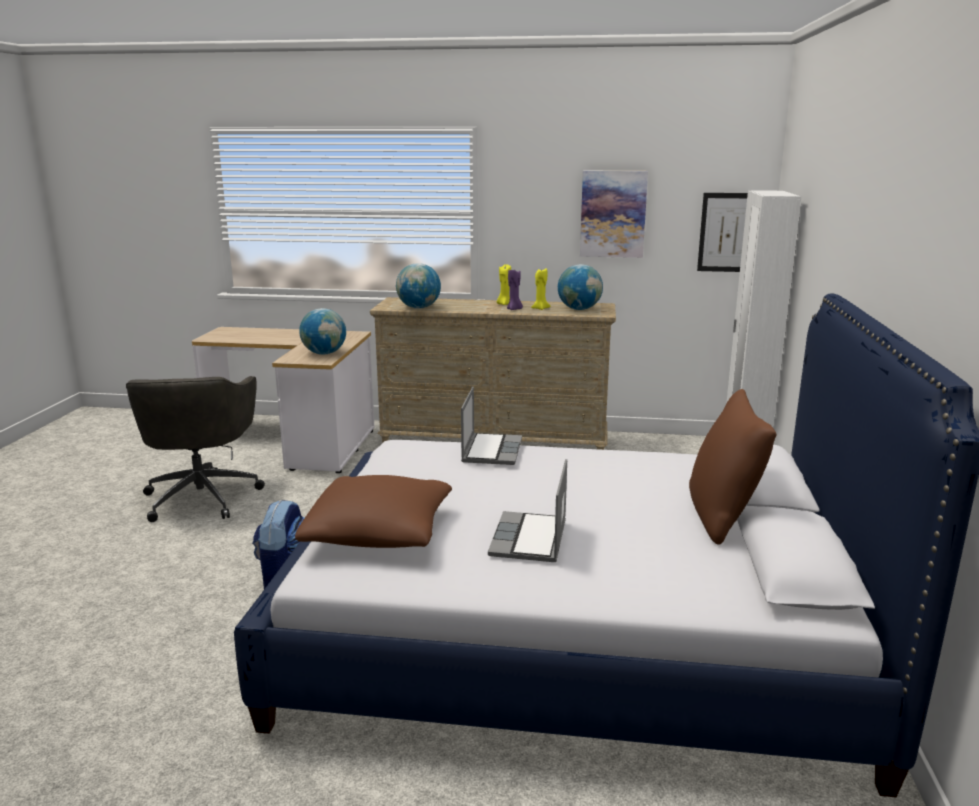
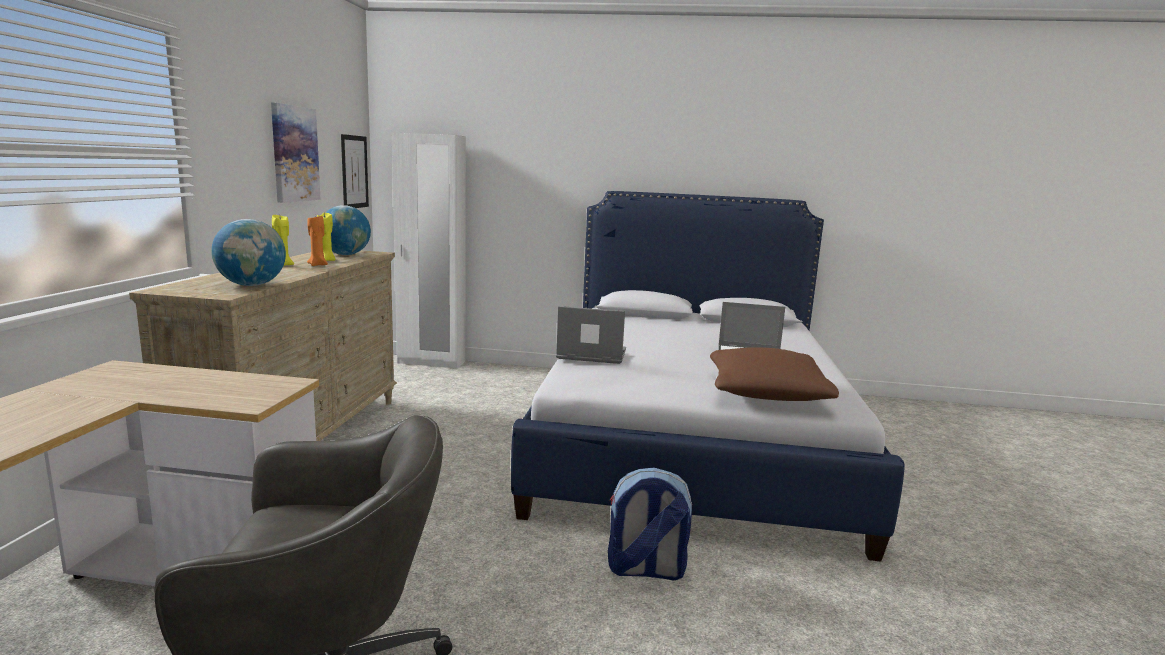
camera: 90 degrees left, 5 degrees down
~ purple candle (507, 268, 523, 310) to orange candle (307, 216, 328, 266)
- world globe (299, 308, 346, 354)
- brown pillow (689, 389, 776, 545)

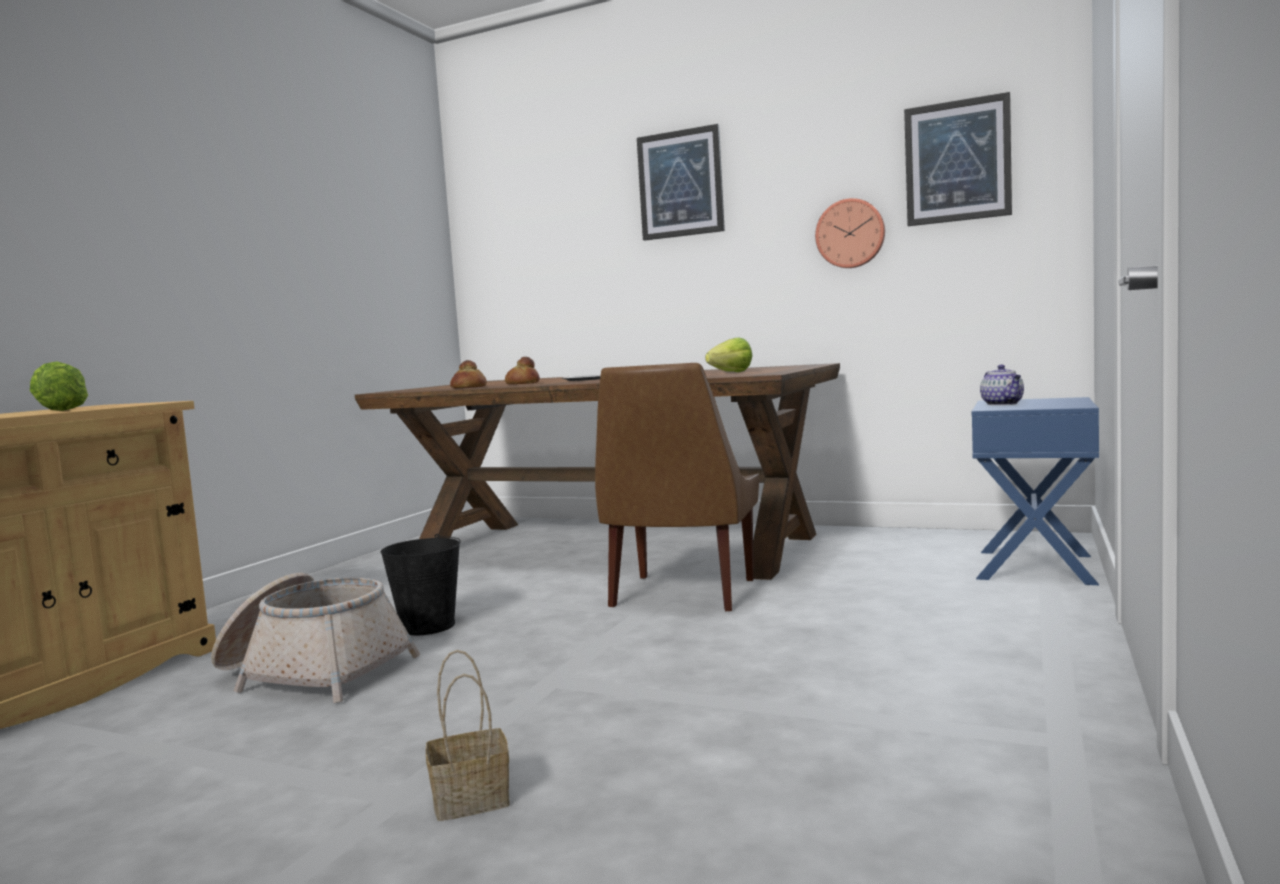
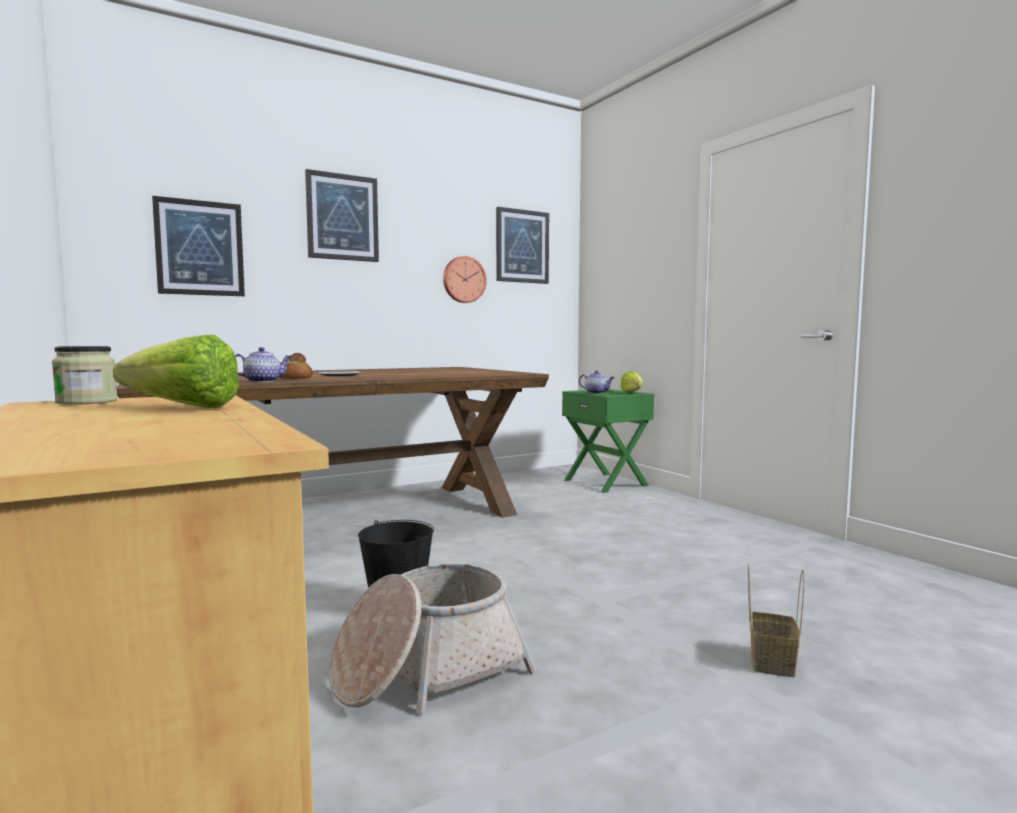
camera: 55 degrees left, 0 degrees up
~ lettuce head (705, 338, 753, 372) to (620, 371, 643, 392)
~ bakery bread (450, 360, 487, 389) to tea pot (235, 347, 292, 382)
- brown plain chair (595, 363, 759, 612)
~ blue nightstand (972, 397, 1099, 585) to green nightstand (562, 389, 654, 493)
+ wall picture (152, 196, 245, 296)
+ storage jar (52, 346, 118, 405)

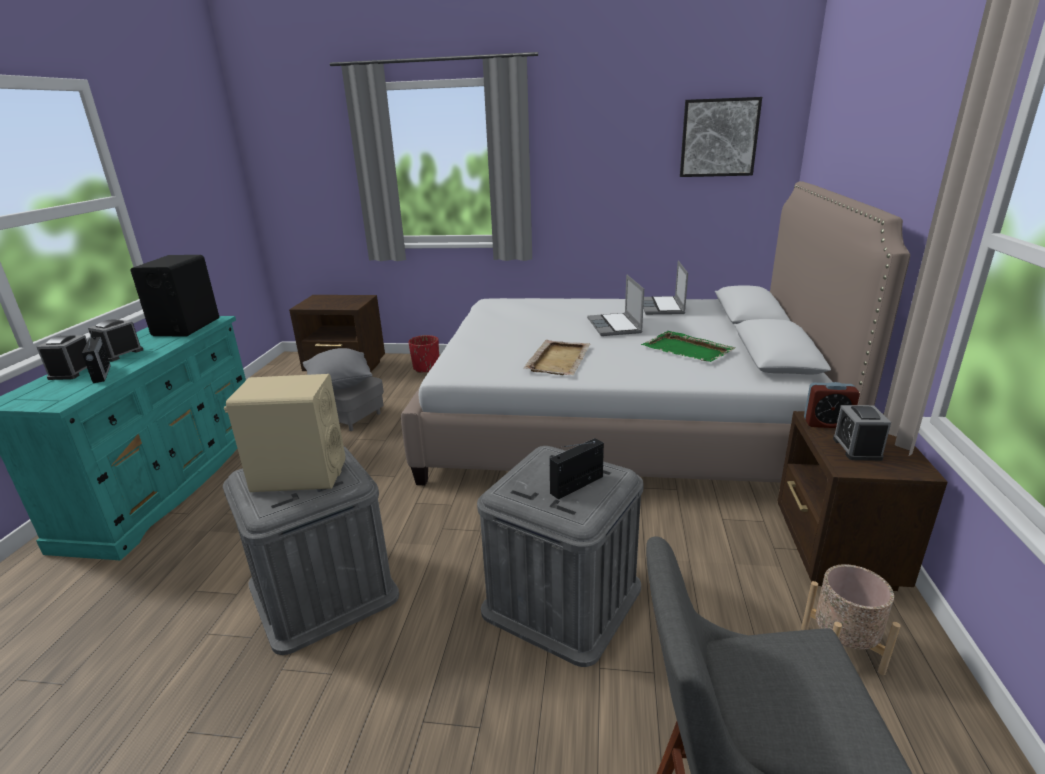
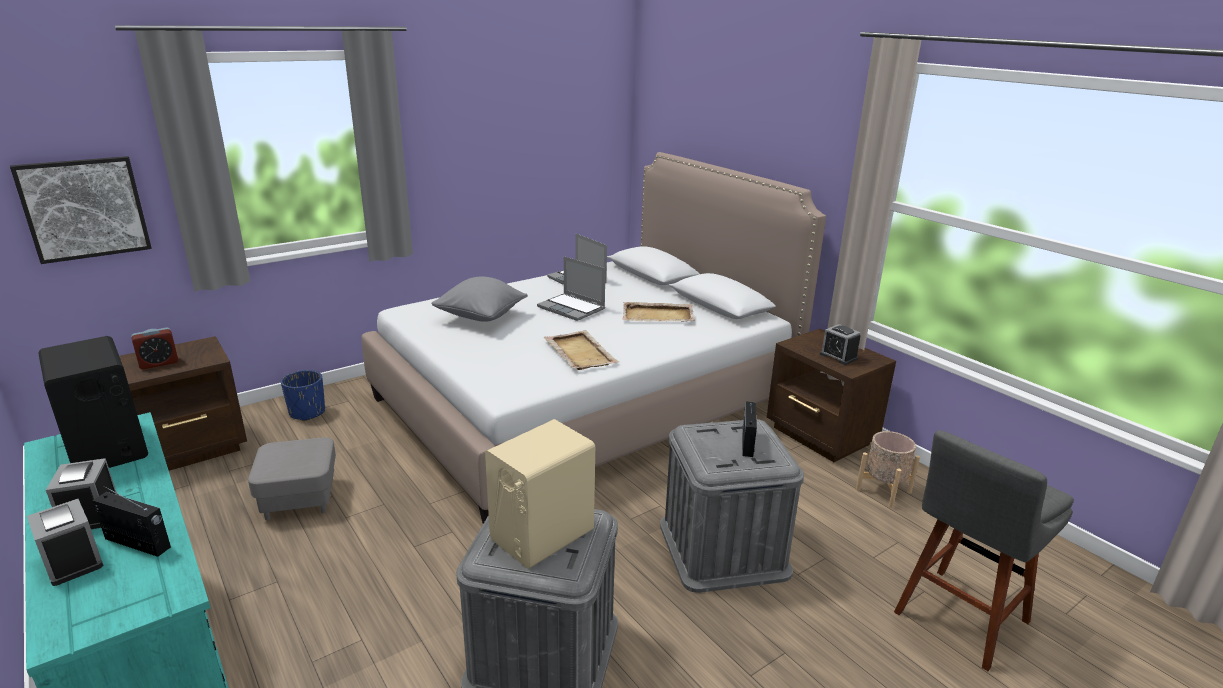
camera: 45 degrees left, 0 degrees up
~ wall picture (680, 97, 762, 177) to (10, 156, 152, 264)
~ green carrying tray (641, 331, 736, 362) to beige-coloured carrying tray (622, 302, 695, 322)
~ red plant pot (409, 335, 439, 373) to blue plant pot (281, 370, 325, 421)
~ greyish pillow (303, 348, 373, 390) to (431, 277, 528, 322)
~ bedside clock (804, 382, 860, 428) to (131, 328, 178, 369)

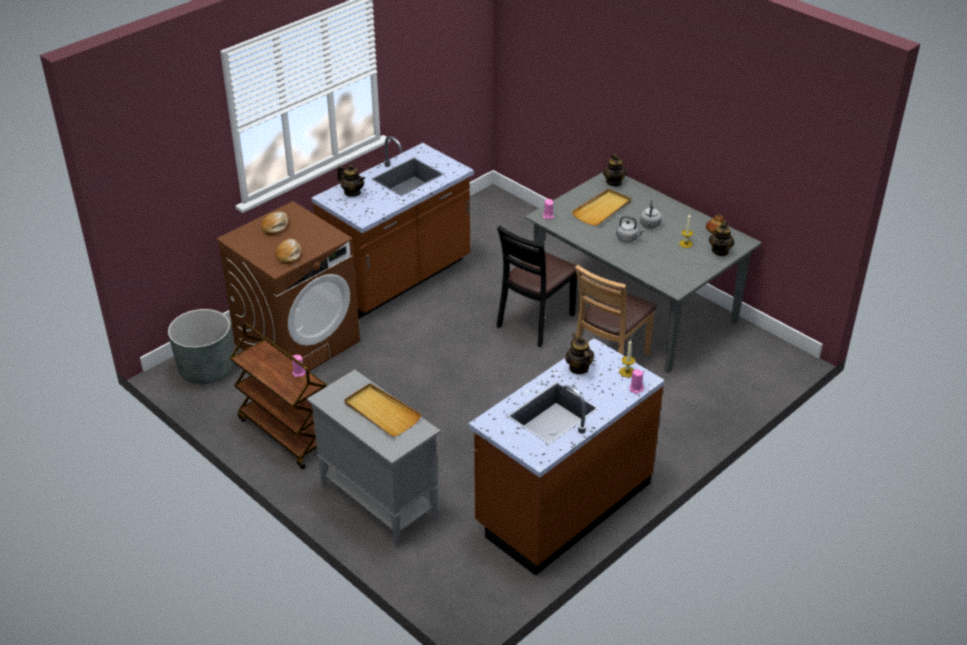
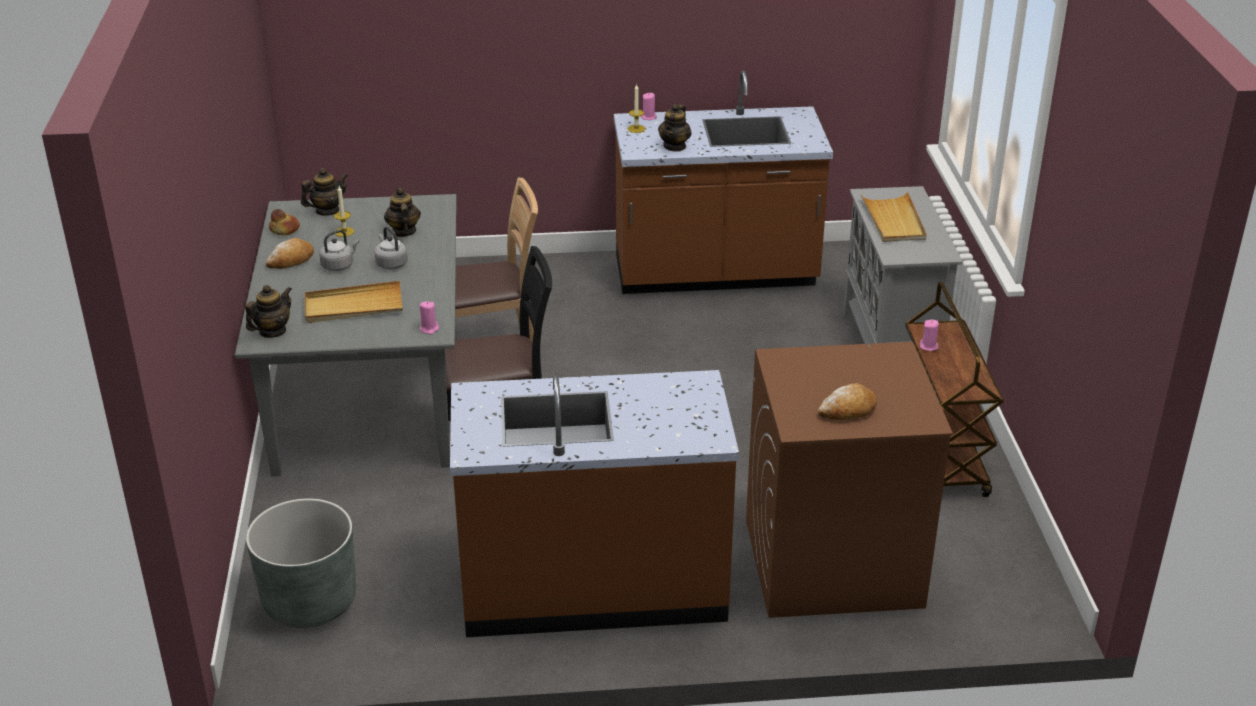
camera: 140 degrees left, 5 degrees down
~ tea pot (337, 164, 365, 197) to (384, 188, 421, 237)
~ bakery bread (275, 239, 301, 264) to (266, 238, 314, 269)
~ greyish plant pot (168, 309, 233, 384) to (246, 498, 356, 628)

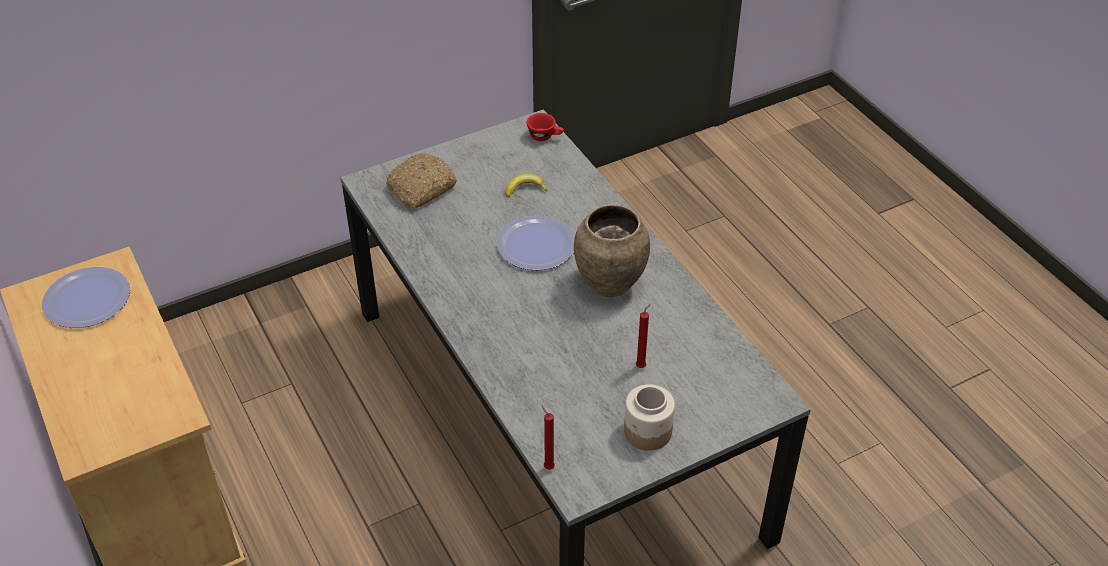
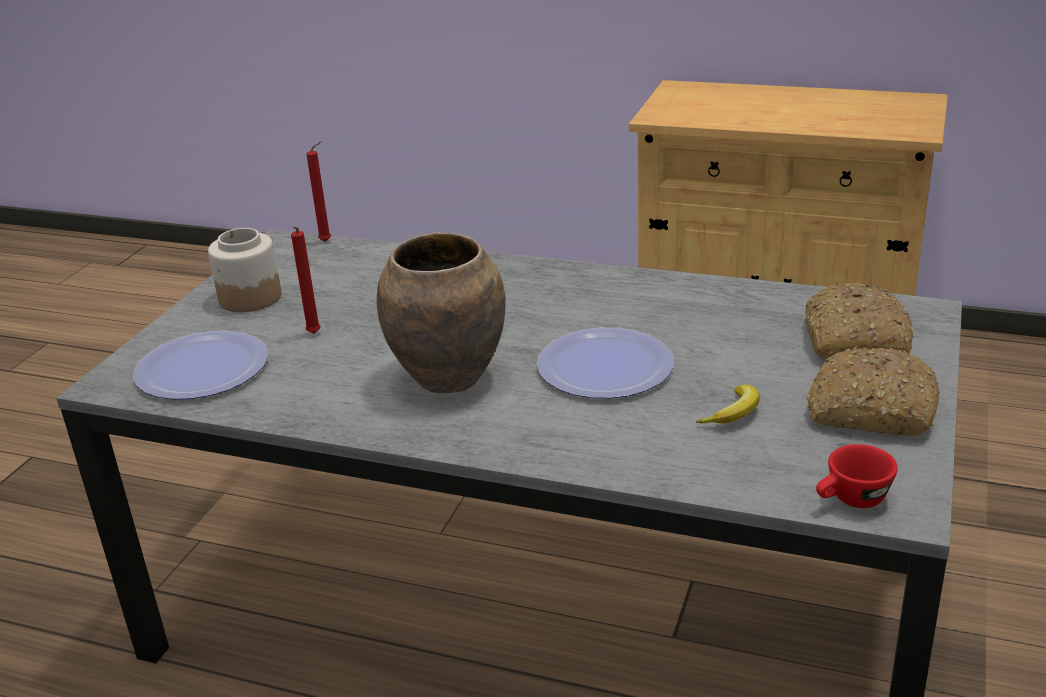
camera: 140 degrees right, 15 degrees down
~ flat dish (42, 267, 130, 328) to (133, 330, 268, 399)
+ bakery bread (806, 347, 940, 437)

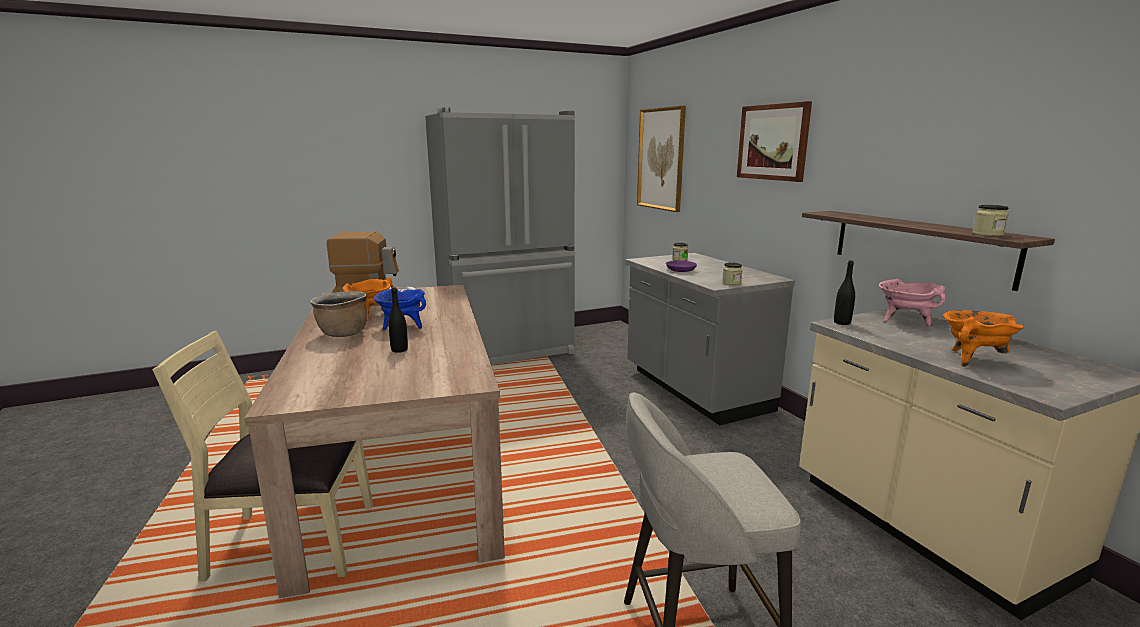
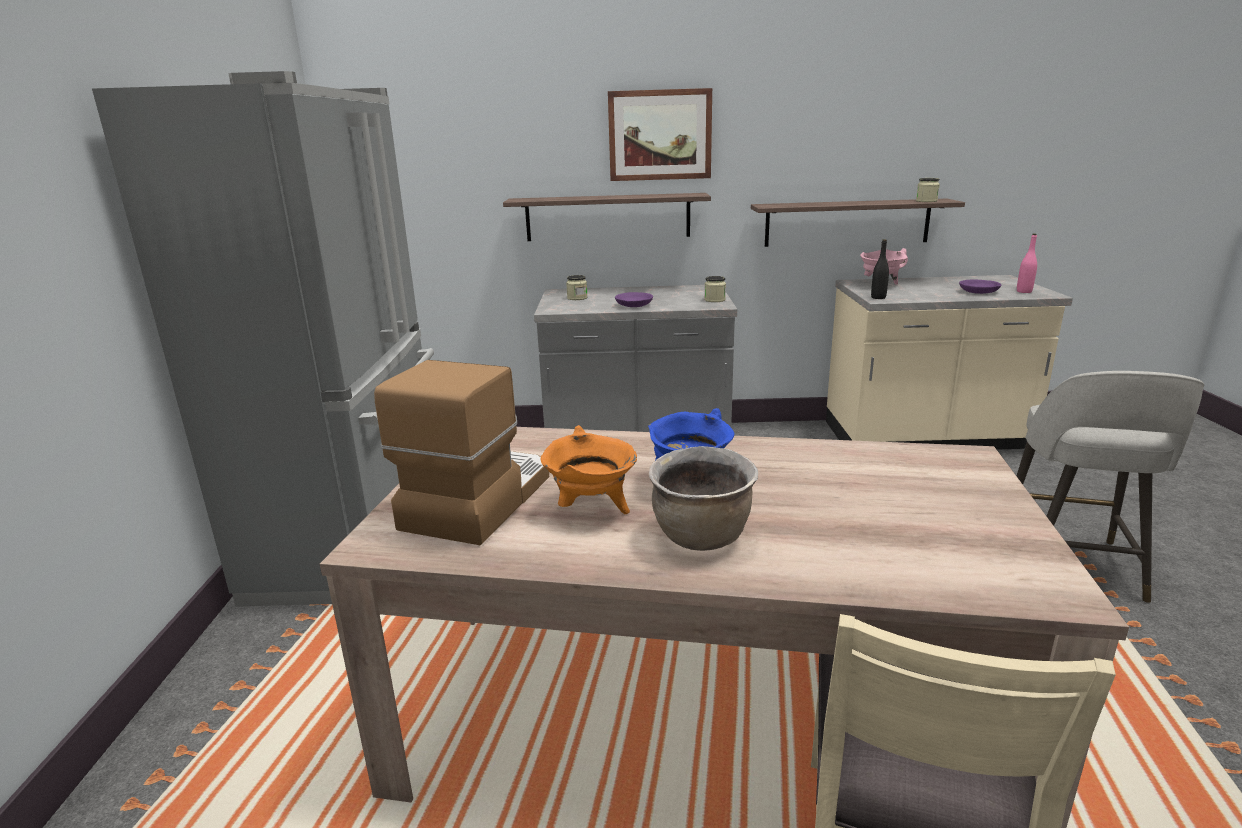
camera: 65 degrees left, 5 degrees up
- wall picture (637, 106, 686, 212)
- blackish drink bottle (388, 287, 408, 353)
~ orange saucepot (944, 310, 1024, 367) to purple serving bowl (959, 280, 1001, 294)
+ wall shelf (503, 193, 711, 241)
+ pinkish drink bottle (1017, 234, 1037, 293)

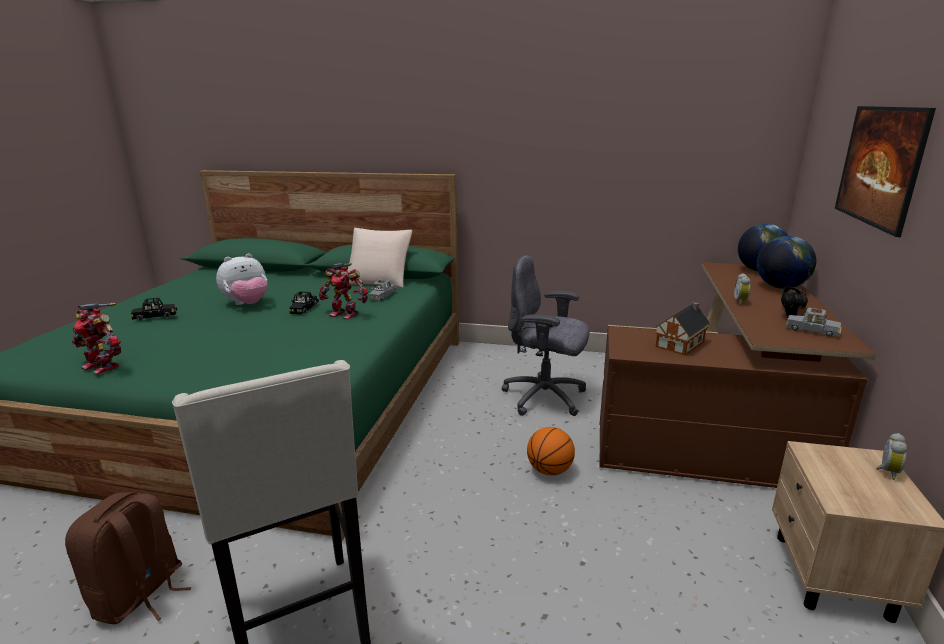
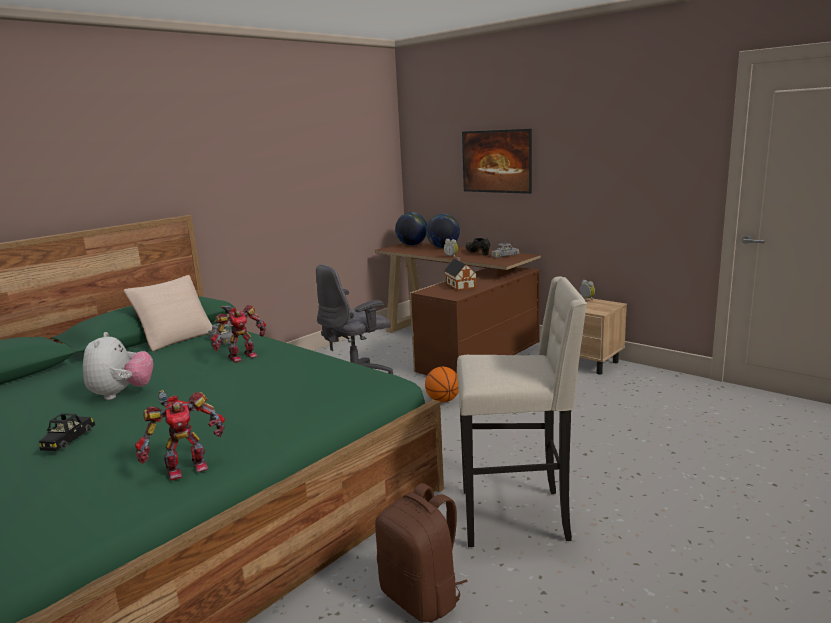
camera: 60 degrees left, 5 degrees down
- blackish model car (290, 291, 319, 314)

